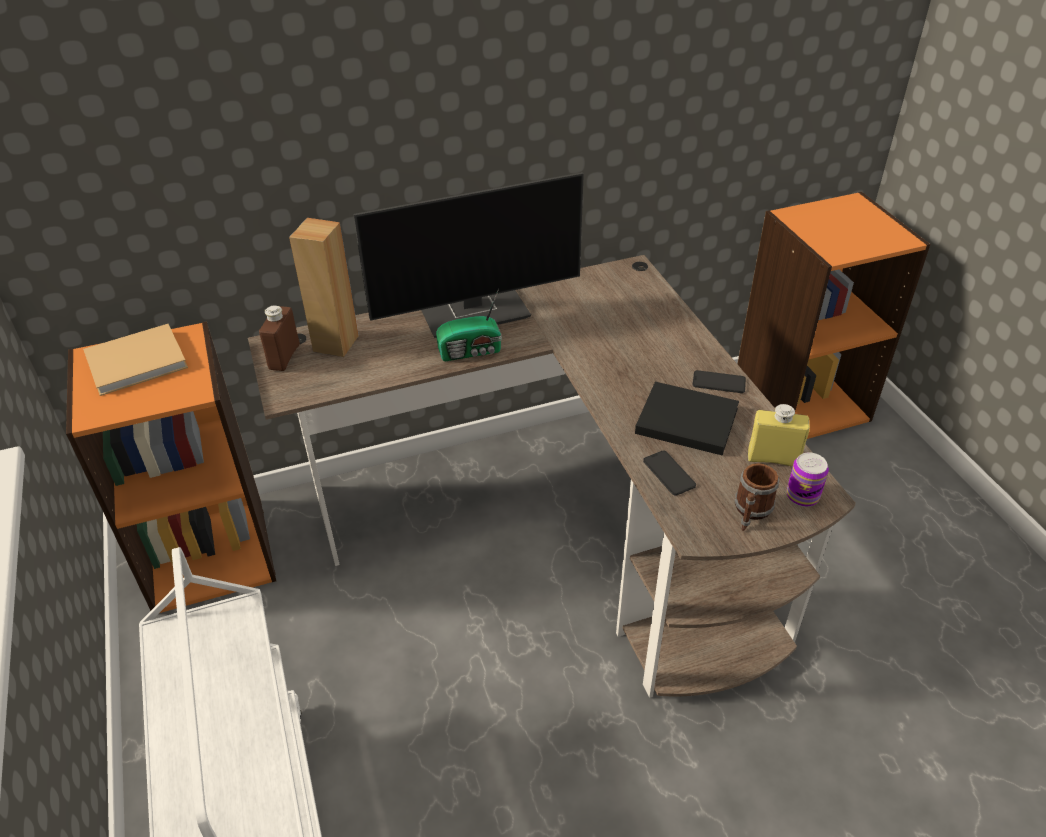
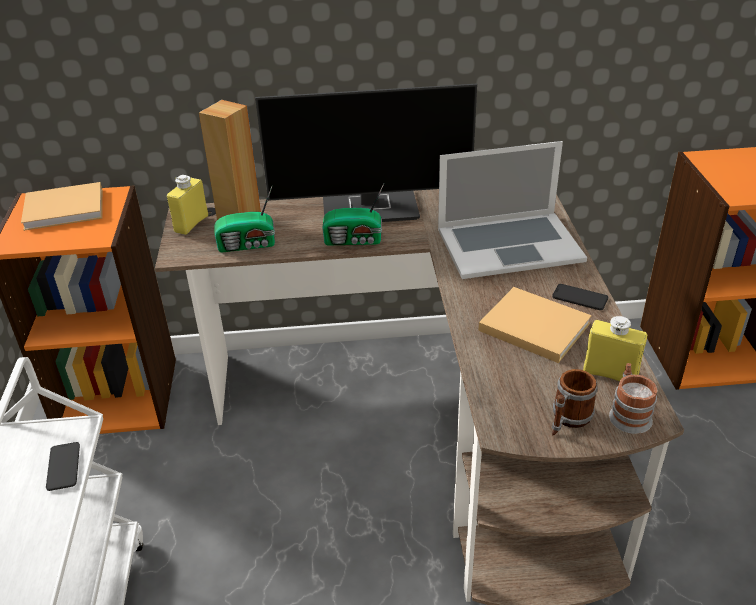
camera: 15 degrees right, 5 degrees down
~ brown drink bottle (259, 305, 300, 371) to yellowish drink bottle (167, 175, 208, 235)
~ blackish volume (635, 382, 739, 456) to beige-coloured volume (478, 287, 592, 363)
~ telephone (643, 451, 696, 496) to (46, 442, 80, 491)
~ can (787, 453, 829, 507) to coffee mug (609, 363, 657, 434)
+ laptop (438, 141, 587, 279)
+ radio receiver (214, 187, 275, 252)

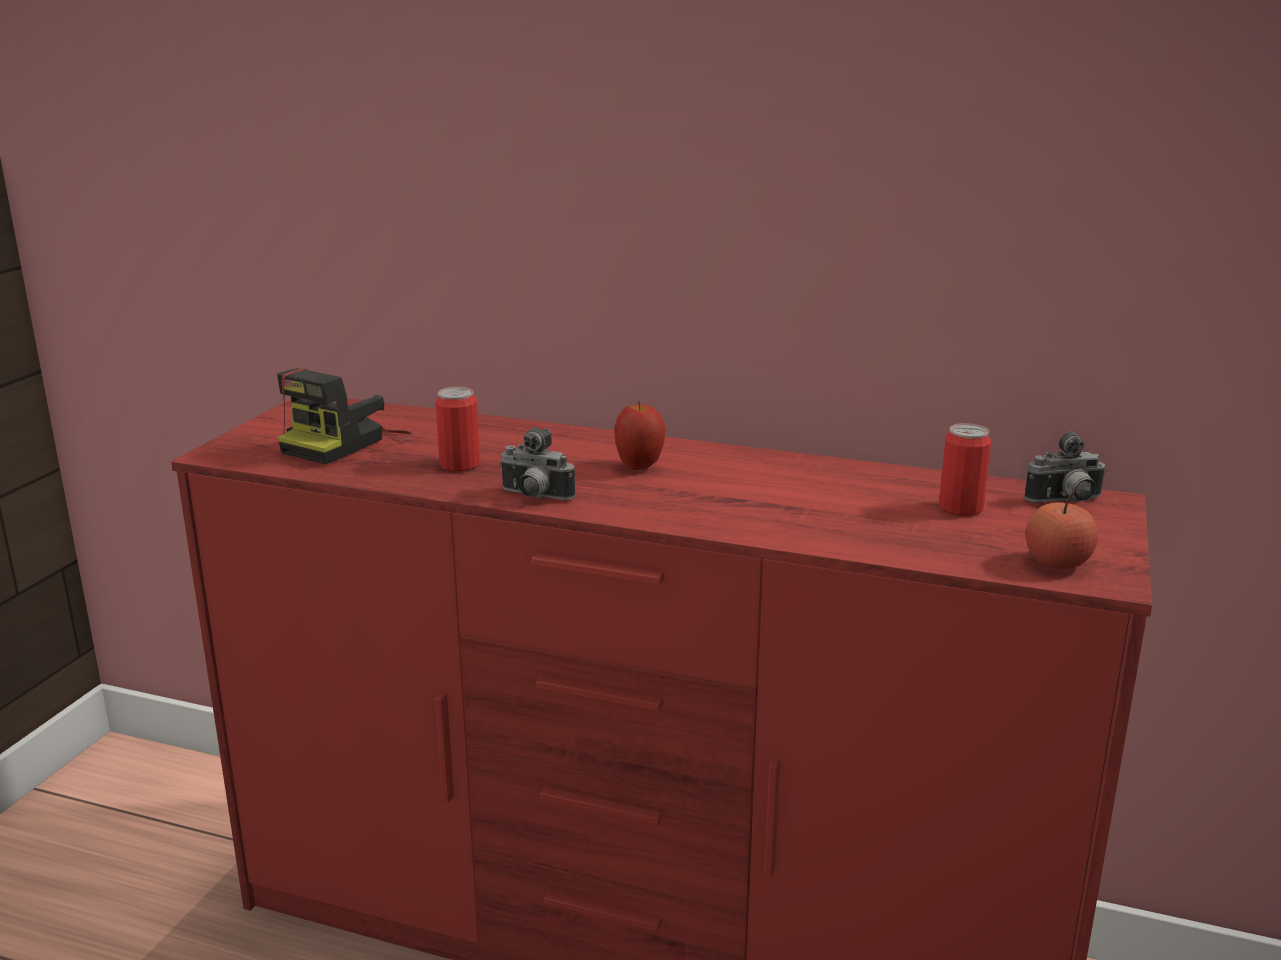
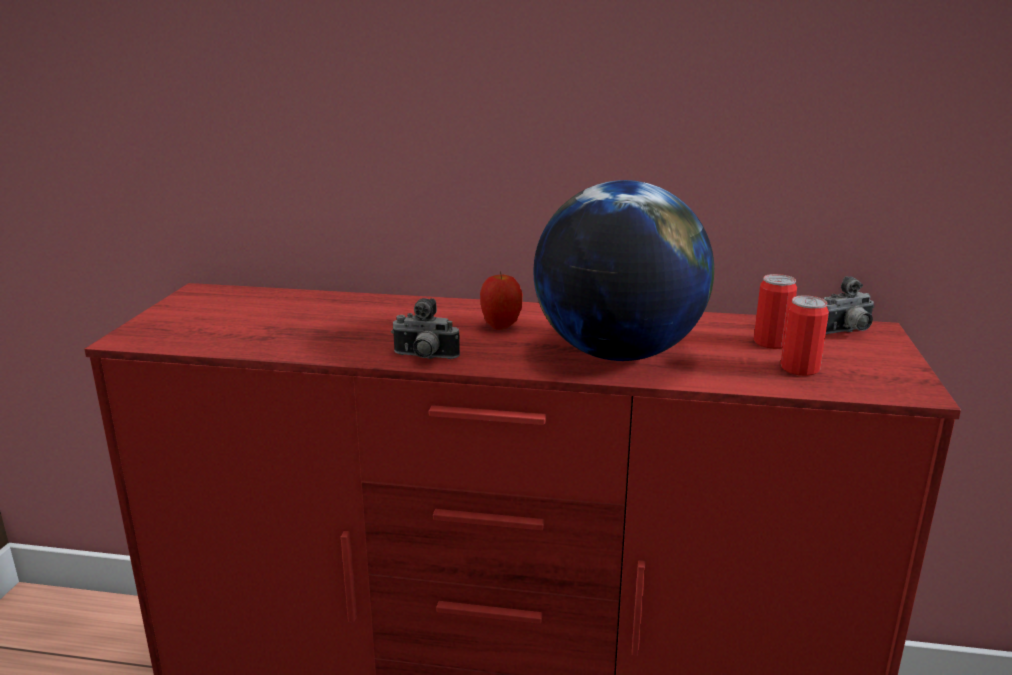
camera: 10 degrees left, 0 degrees up
- still camera (277, 368, 414, 464)
~ can (436, 387, 480, 472) to (781, 295, 829, 376)
- apple fruit (1026, 491, 1098, 569)
+ world globe (533, 180, 714, 361)

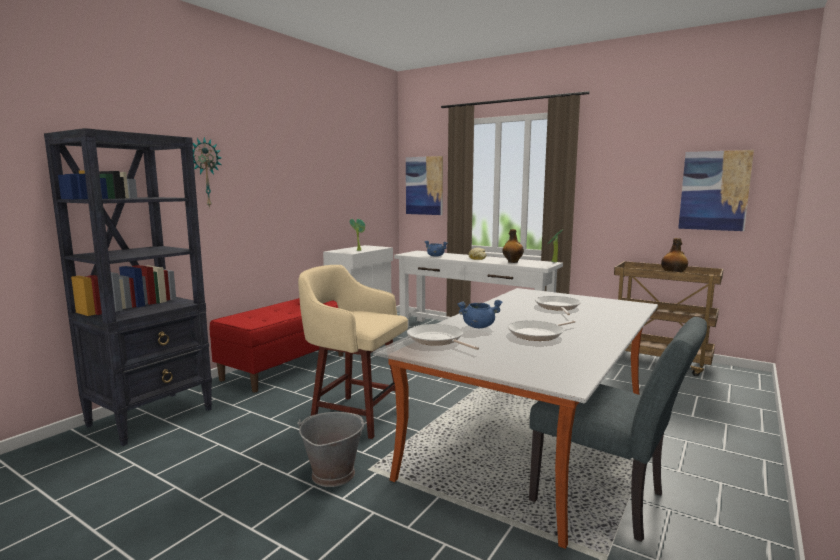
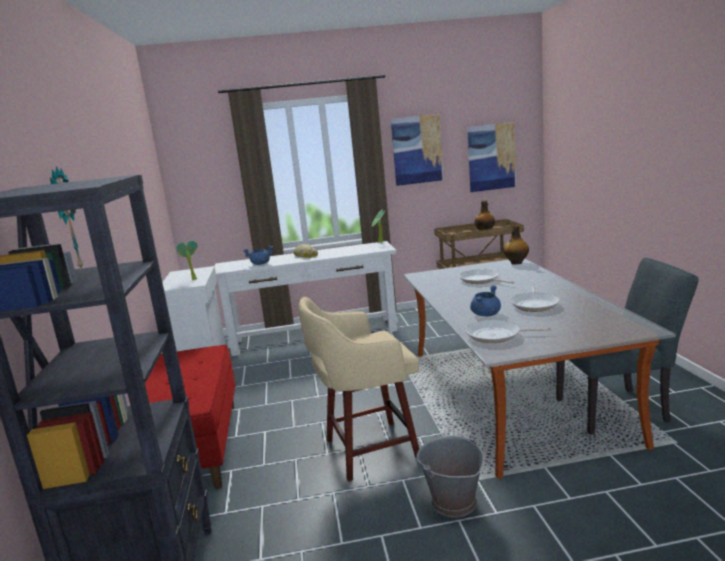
camera: 40 degrees left, 5 degrees up
~ wall picture (406, 156, 443, 215) to (391, 114, 443, 186)
~ drink bottle (502, 229, 524, 263) to (504, 225, 529, 265)

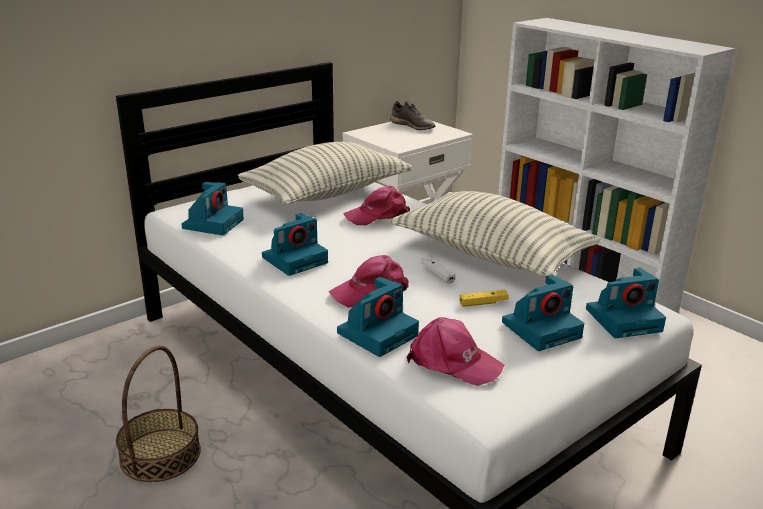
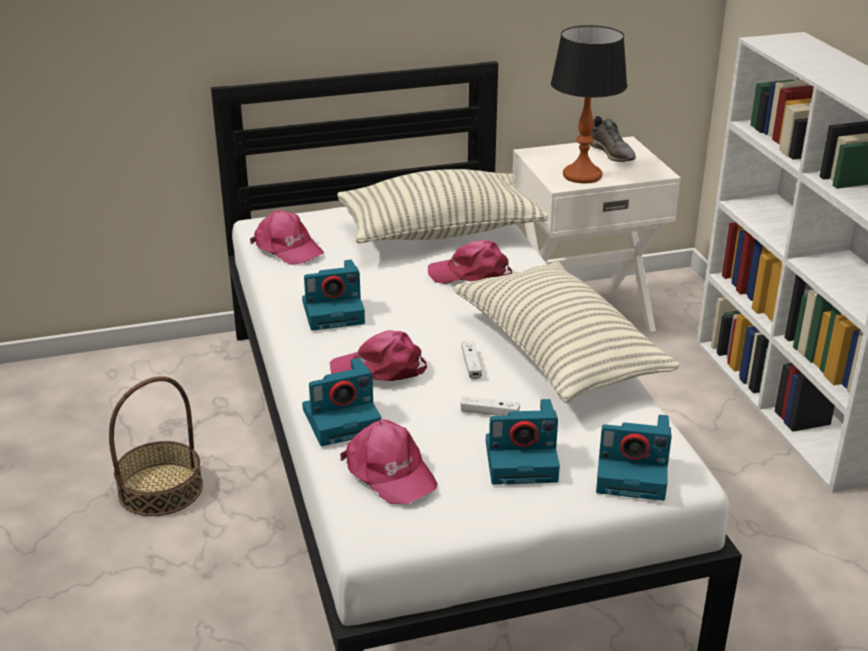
camera: 25 degrees right, 5 degrees up
~ still camera (182, 182, 244, 235) to pinkish baseball cap (250, 210, 324, 265)
~ yellowish game controller (459, 290, 509, 307) to whitish game controller (460, 396, 520, 416)
+ lamp for a table (551, 25, 627, 183)

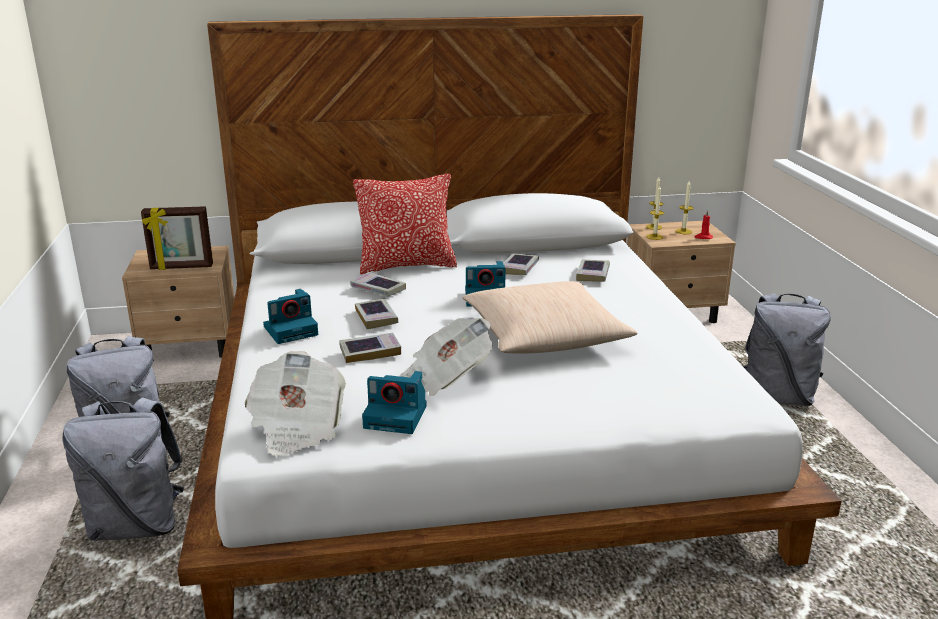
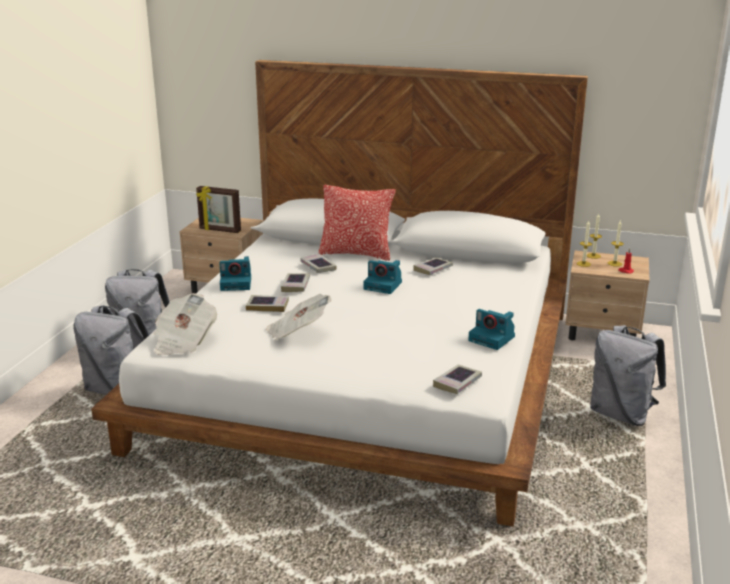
camera: 25 degrees right, 0 degrees up
~ volume (576, 259, 610, 282) to (433, 365, 482, 394)
- beige-coloured pillow (462, 281, 638, 354)
~ still camera (362, 371, 427, 434) to (468, 309, 515, 350)

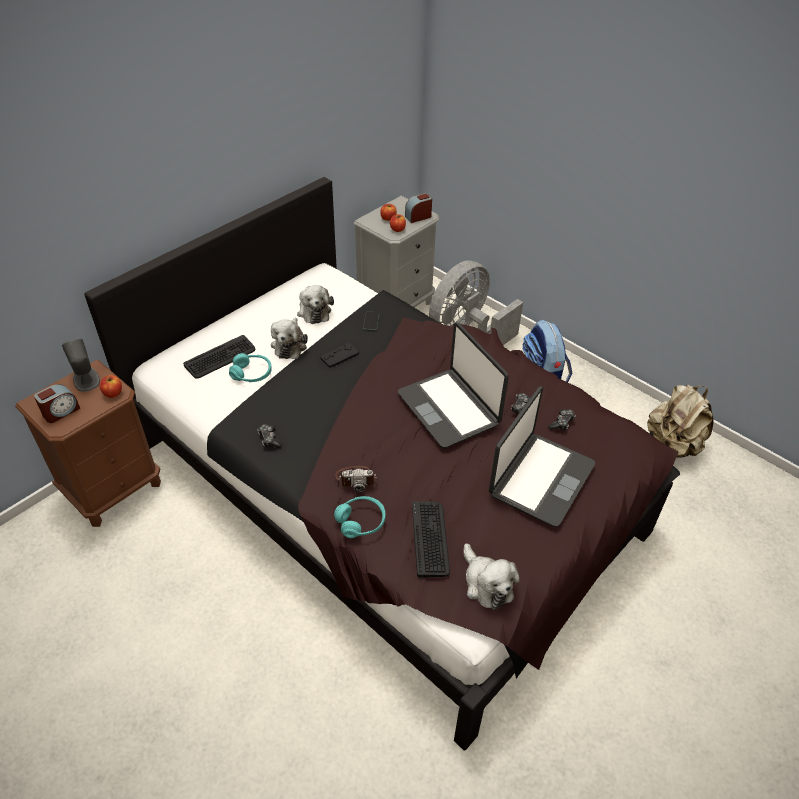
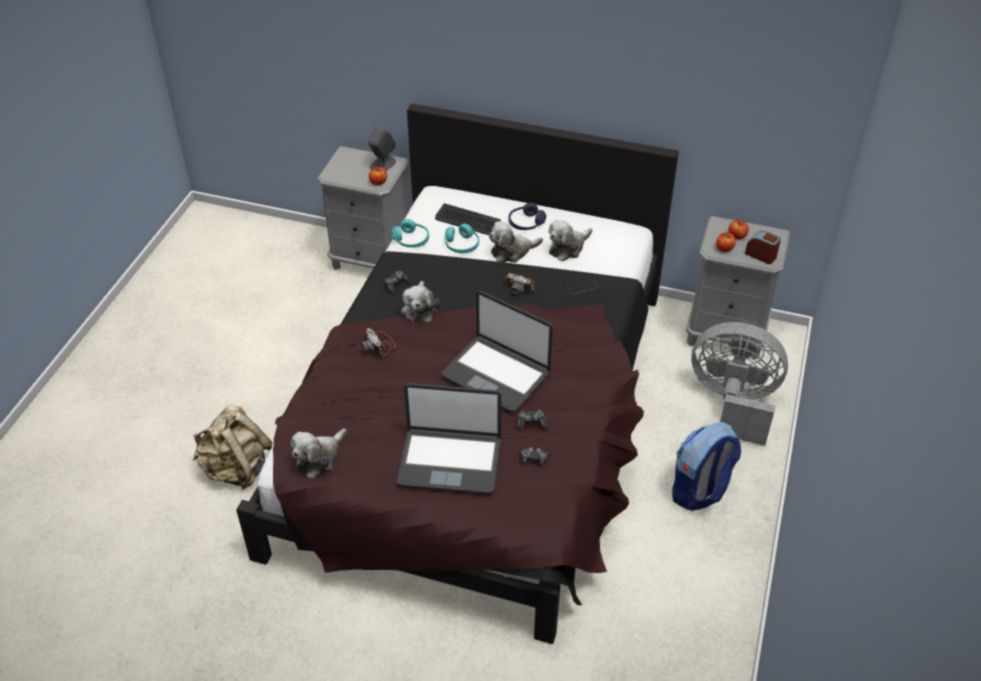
camera: 65 degrees right, 0 degrees up
~ laptop (398, 322, 509, 448) = (441, 291, 553, 412) 90 degrees counterclockwise
~ blackish game controller (320, 343, 359, 368) to still camera (504, 273, 535, 294)
~ brown nightstand (15, 360, 161, 527) to greyish nightstand (318, 146, 410, 270)
- bedside clock (34, 384, 80, 423)
~ beige-coloured backpack (647, 385, 713, 458) to (193, 405, 272, 489)
~ turquoise-coloured headphones (334, 496, 385, 538) to (391, 219, 429, 248)
- computer keyboard (412, 501, 450, 578)
+ purple headphones (508, 203, 546, 230)
+ cuddly toy (401, 281, 440, 323)

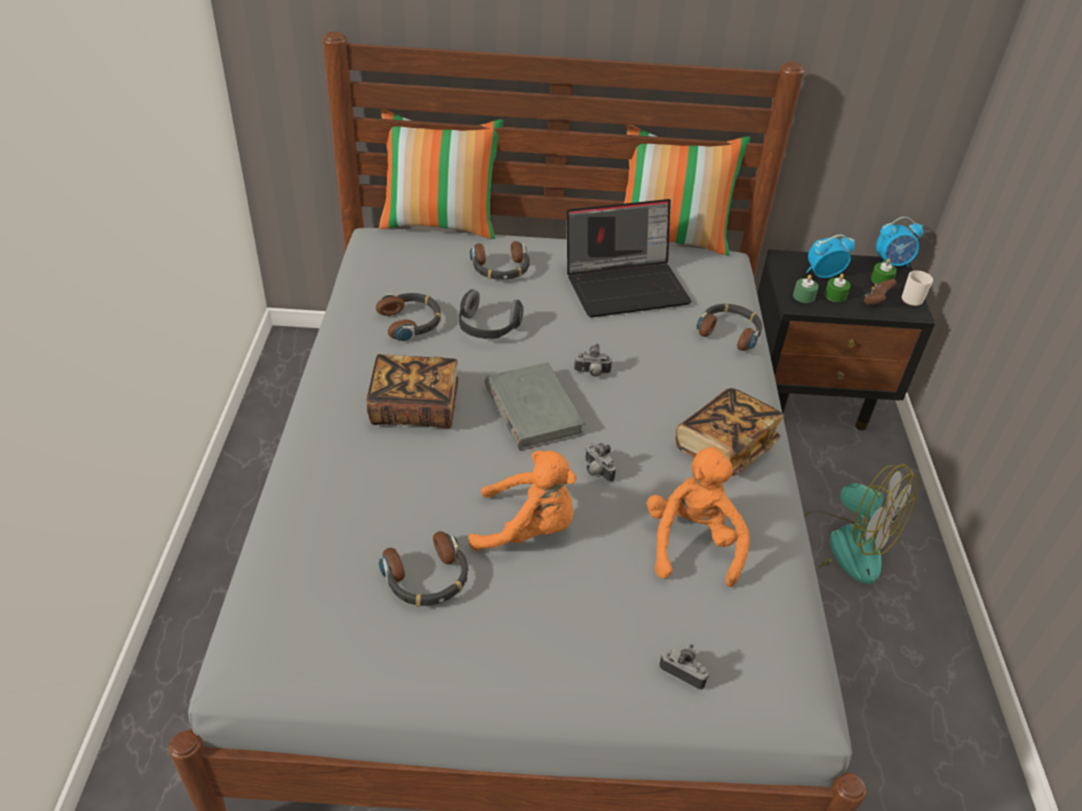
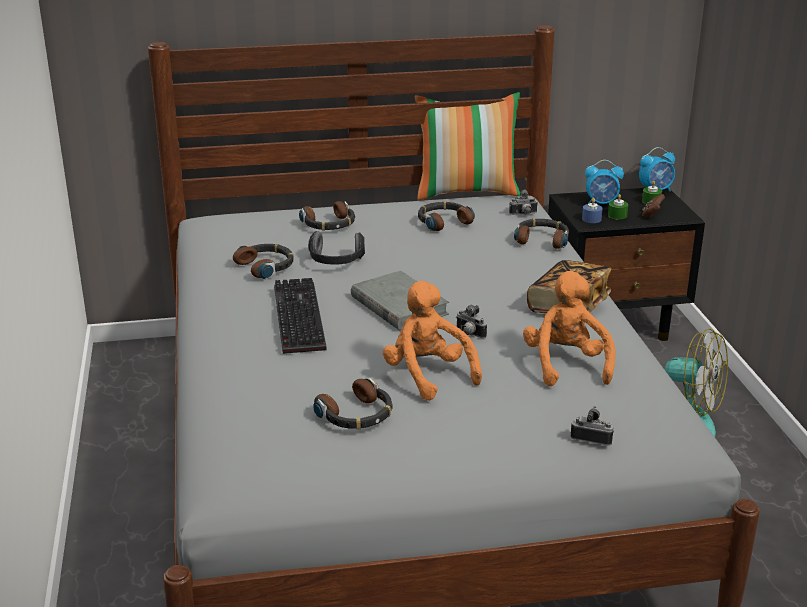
camera: 10 degrees left, 15 degrees down
- pillow (379, 109, 504, 239)
~ laptop (567, 199, 692, 318) to headphones (418, 201, 475, 231)
~ bedside clock (806, 235, 855, 278) = (585, 160, 624, 204) 150 degrees counterclockwise
- coffee mug (902, 271, 933, 306)
~ green candle (793, 275, 819, 303) to blue candle (582, 198, 603, 223)
~ still camera (574, 344, 612, 377) to (509, 189, 538, 215)
~ volume (367, 354, 459, 428) to computer keyboard (274, 278, 327, 354)
~ orange cuddly toy (469, 450, 576, 551) = (383, 281, 482, 401) 120 degrees counterclockwise

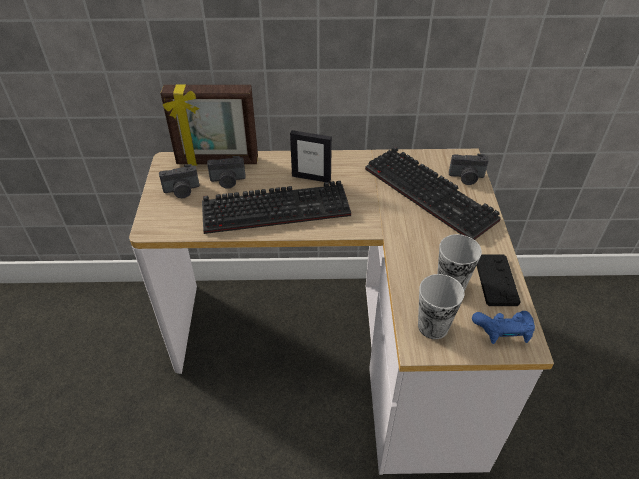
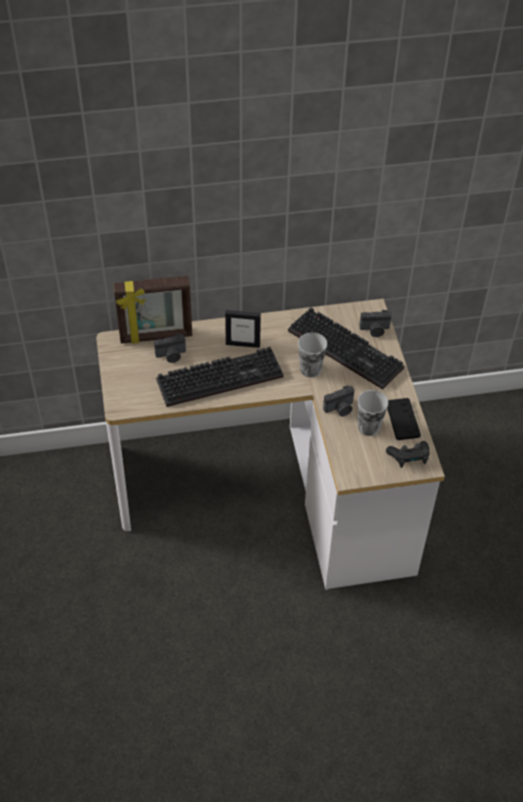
camera: 10 degrees left, 5 degrees up
~ still camera (159, 164, 200, 198) to (323, 385, 355, 416)
~ small cup (418, 274, 464, 339) to (298, 332, 327, 378)
~ blue game controller (472, 311, 535, 344) to blackish game controller (386, 441, 430, 468)

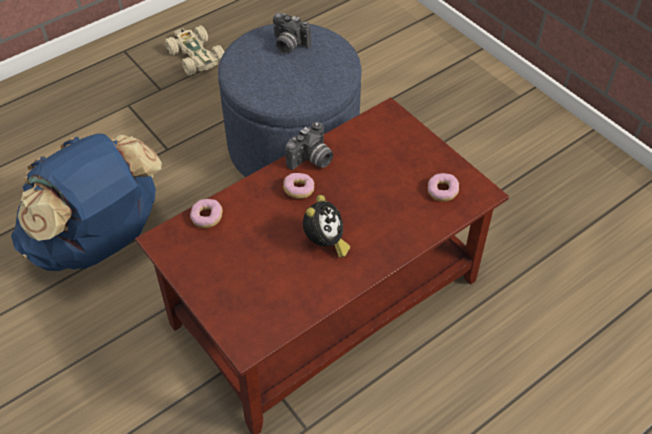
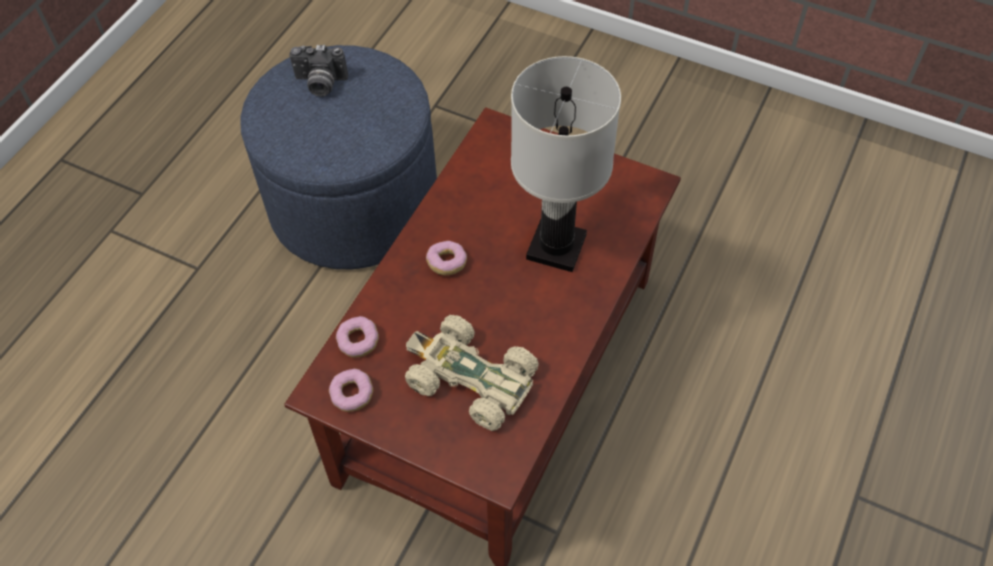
camera: 25 degrees left, 5 degrees up
~ beige-coloured model car (165, 26, 224, 76) to (405, 315, 539, 431)
- still camera (286, 122, 333, 170)
- blue backpack (11, 133, 162, 271)
~ donut (428, 173, 459, 202) to (329, 369, 373, 412)
- bedside clock (303, 195, 350, 258)
+ whitish lamp for a table (511, 56, 621, 272)

